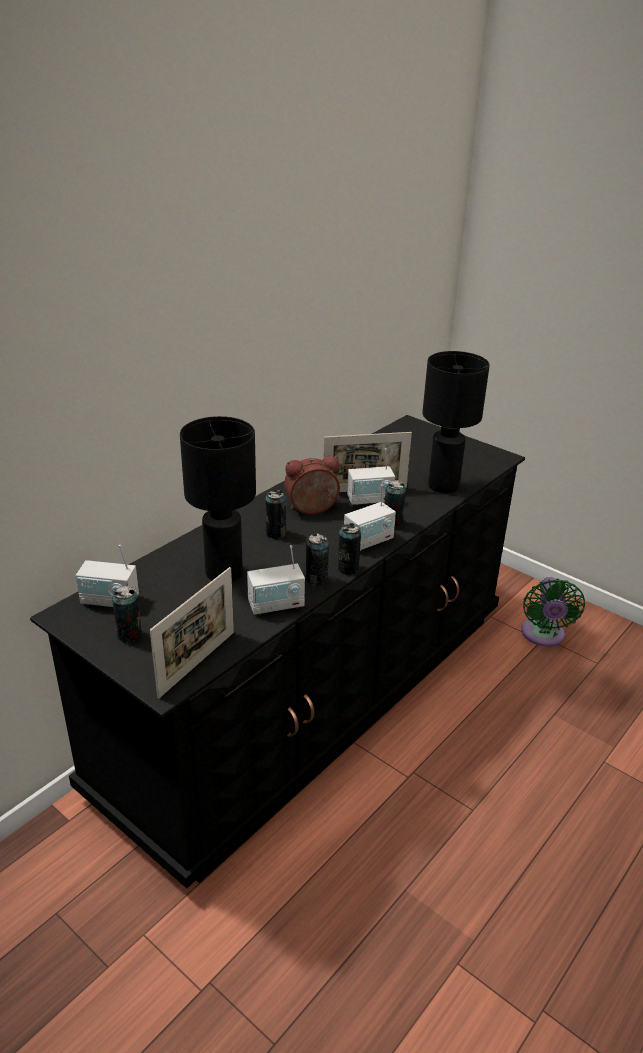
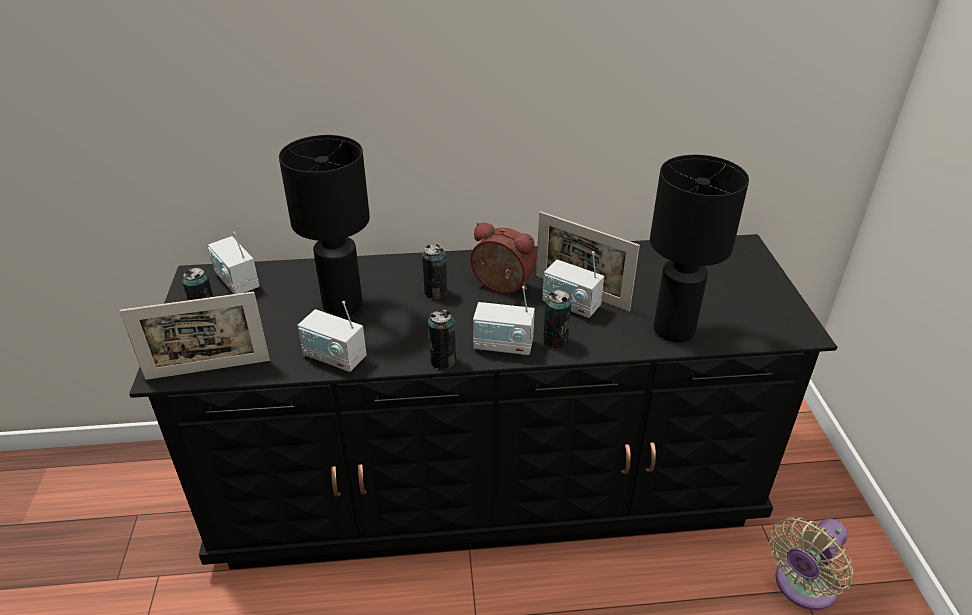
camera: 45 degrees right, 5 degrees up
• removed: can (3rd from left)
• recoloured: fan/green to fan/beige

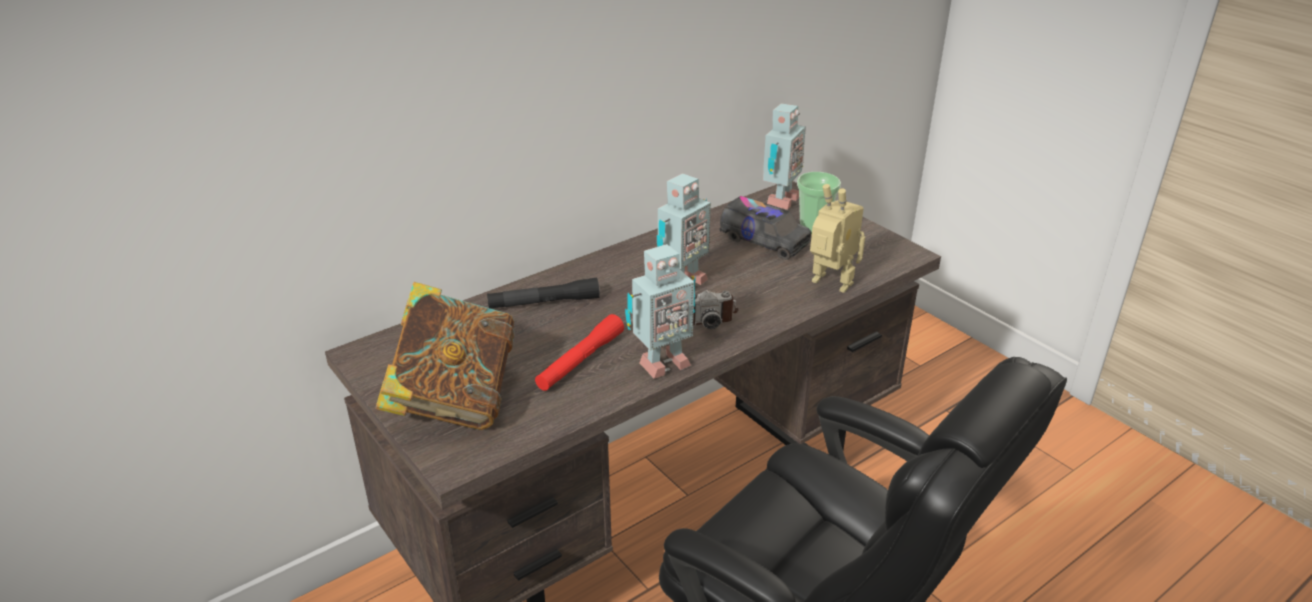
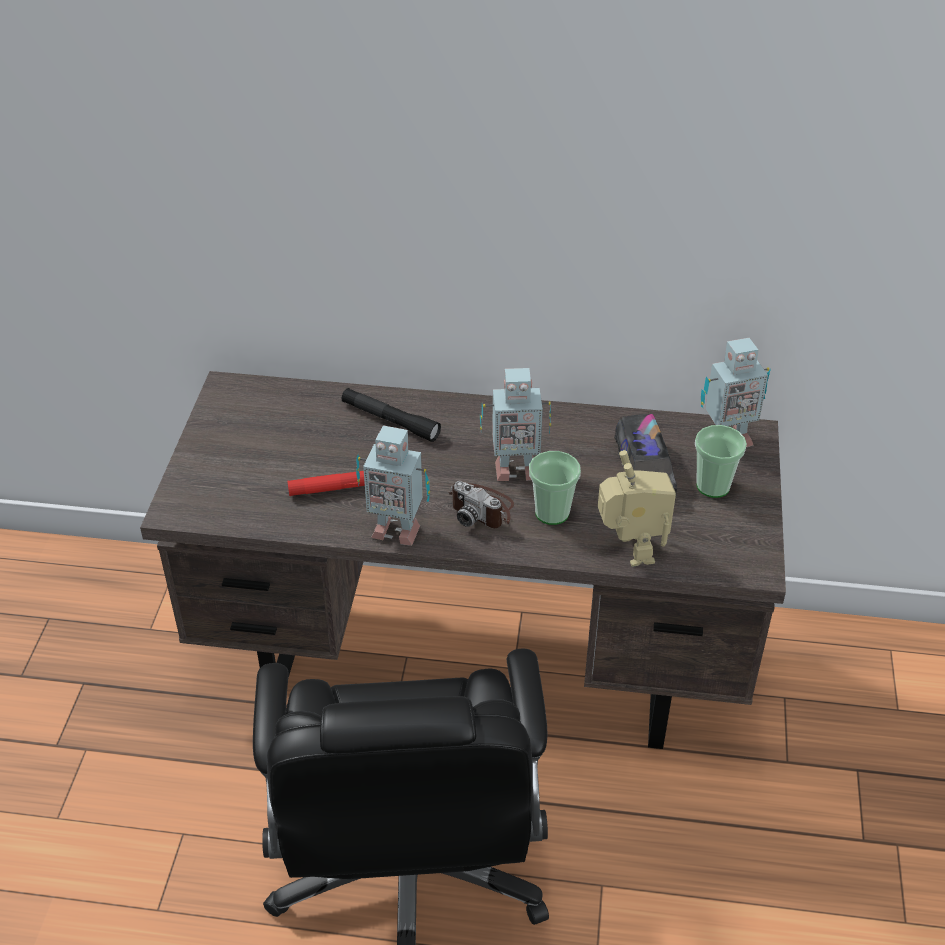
camera: 45 degrees right, 10 degrees up
• removed: book
• added: cup (1st from left)

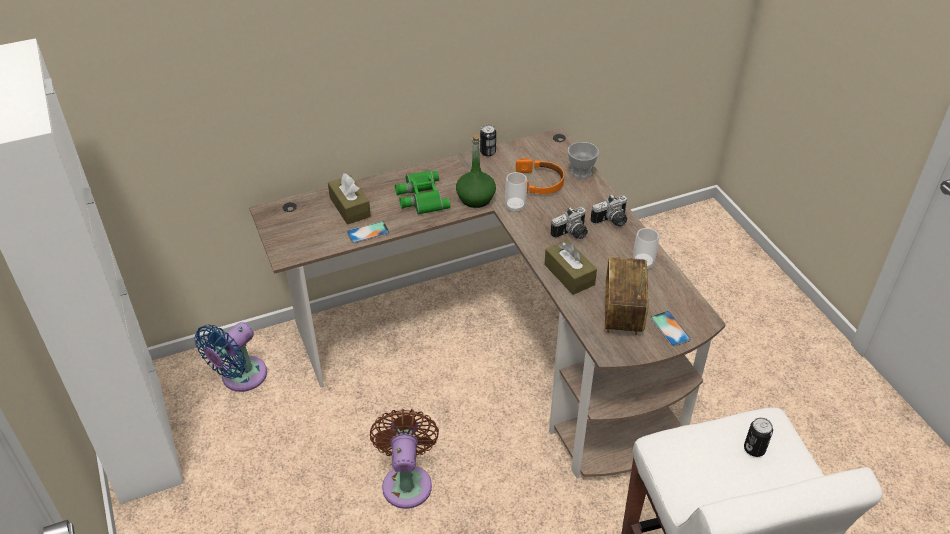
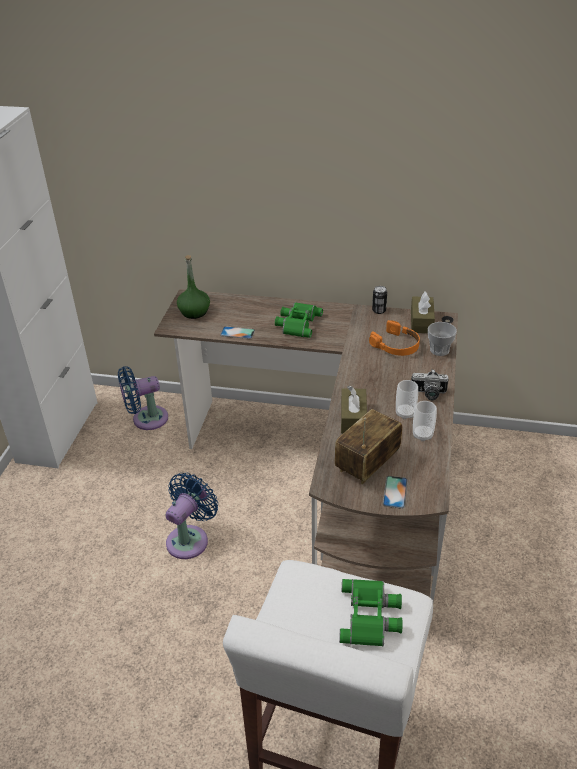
camera: 35 degrees right, 5 degrees down
• moved: tissue box/brown (1st from left in the first image) to tissue box/brown (2nd from left)
• recoloured: fan/brown to fan/blue (2nd from left)
• moved: bottle/green
• moved: cup (1st from left)
• removed: photo camera (1st from left)
• replaced: can (2nd from left) to binoculars/green (2nd from left)

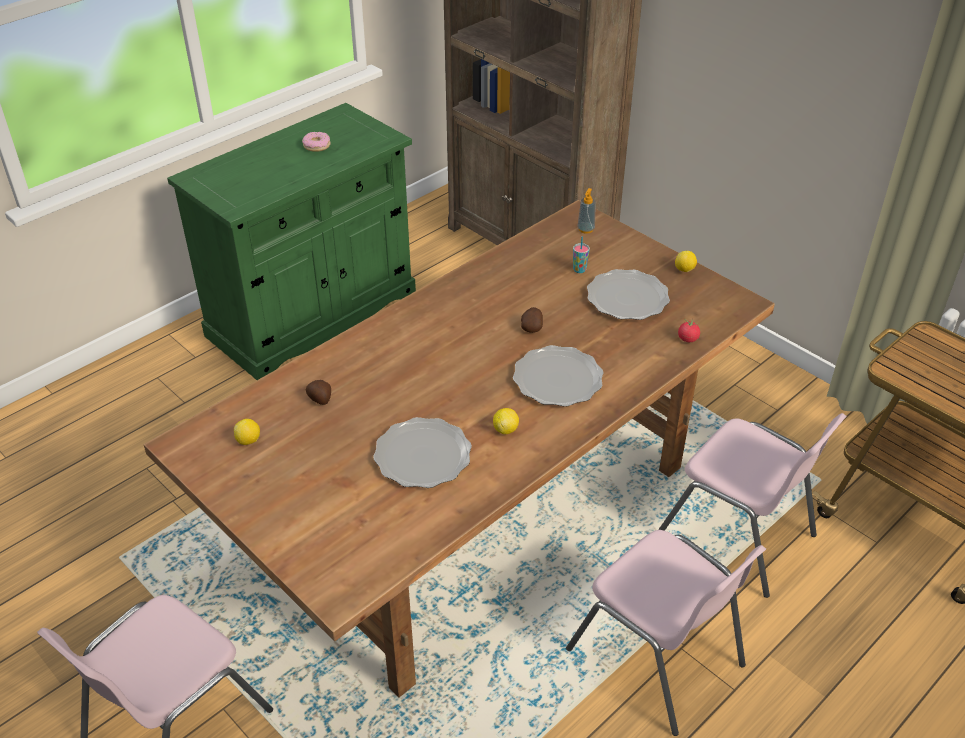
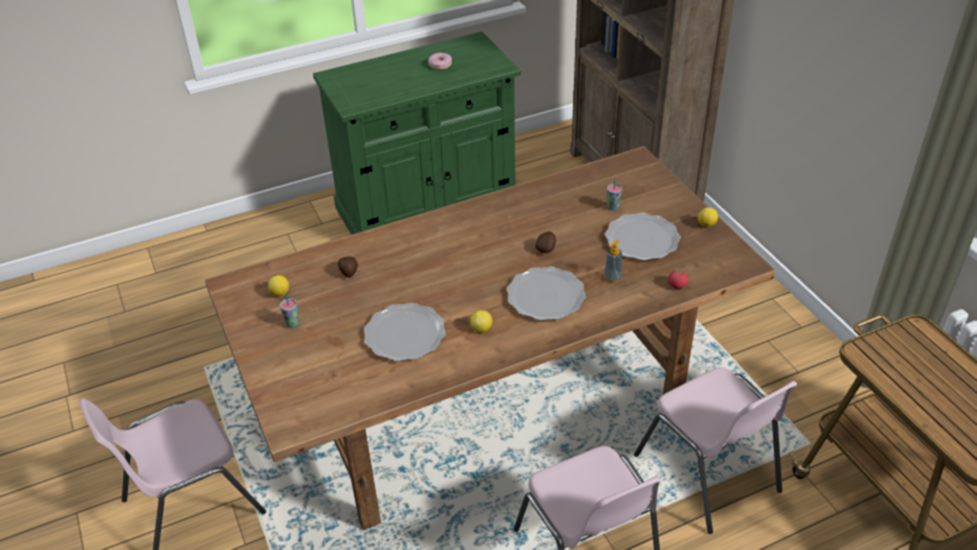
camera: 20 degrees right, 0 degrees up
• moved: soap dispenser
• added: cup (1st from left)

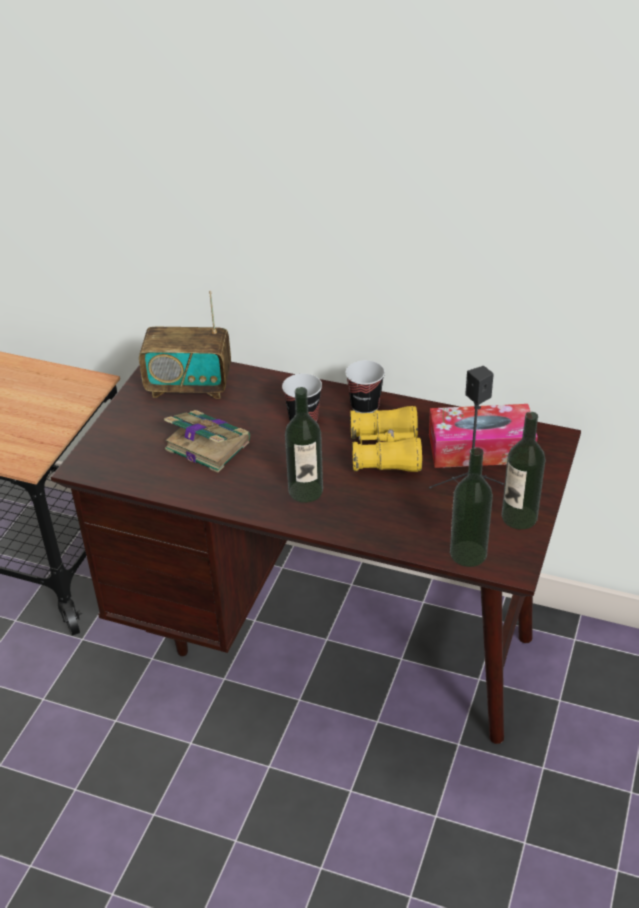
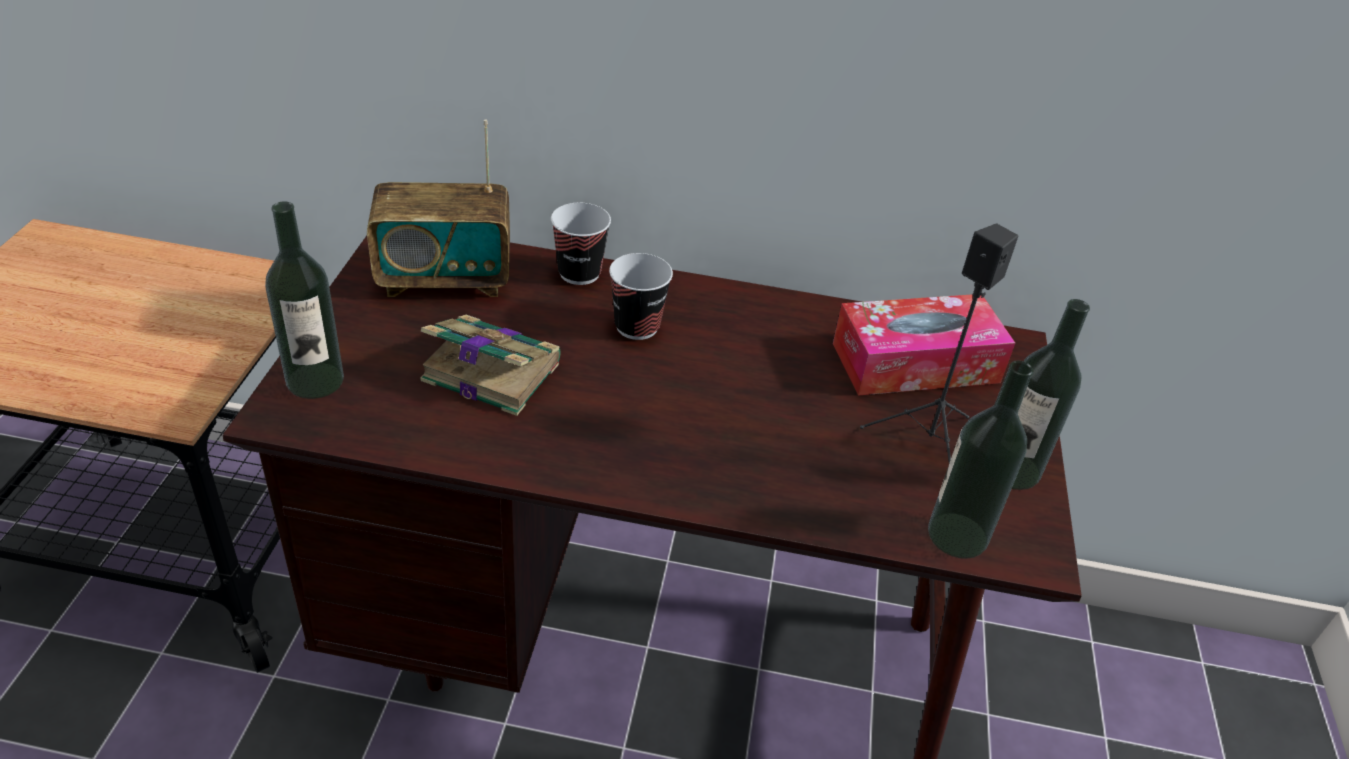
camera: 15 degrees left, 0 degrees up
• moved: bottle (1st from left)
• moved: cup (2nd from left in the first image) to cup (1st from left)
• removed: binoculars/yellow

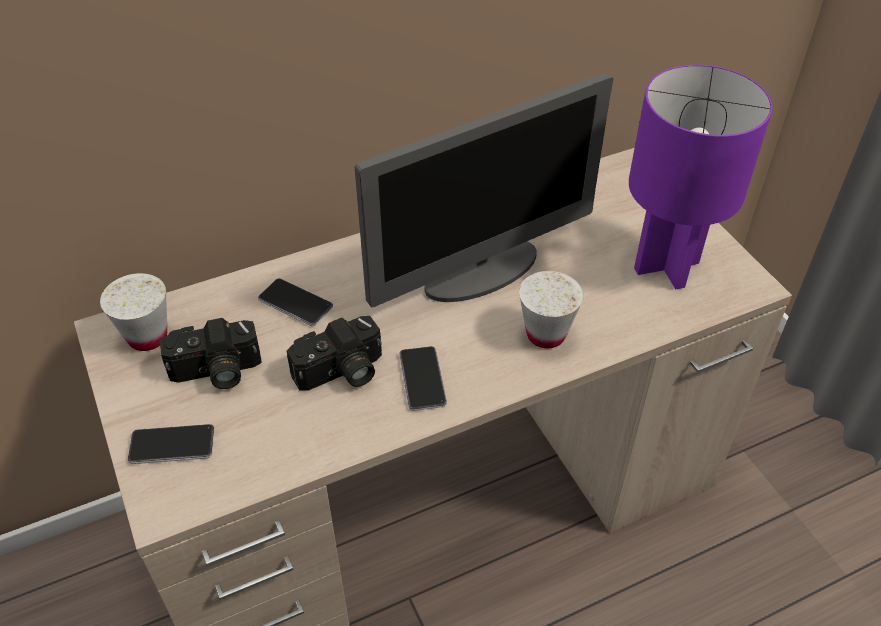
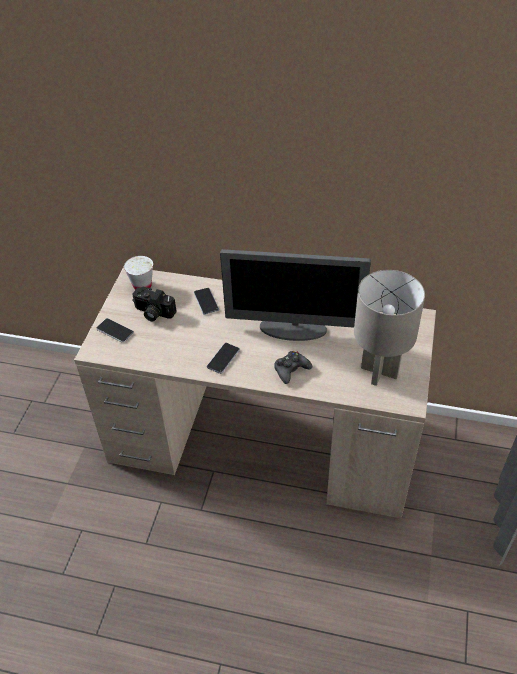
camera: 40 degrees right, 0 degrees up
• removed: photo camera (2nd from left)
• replaced: cup/white (2nd from left) to game controller/black
• recoloured: table lamp/purple to table lamp/grey

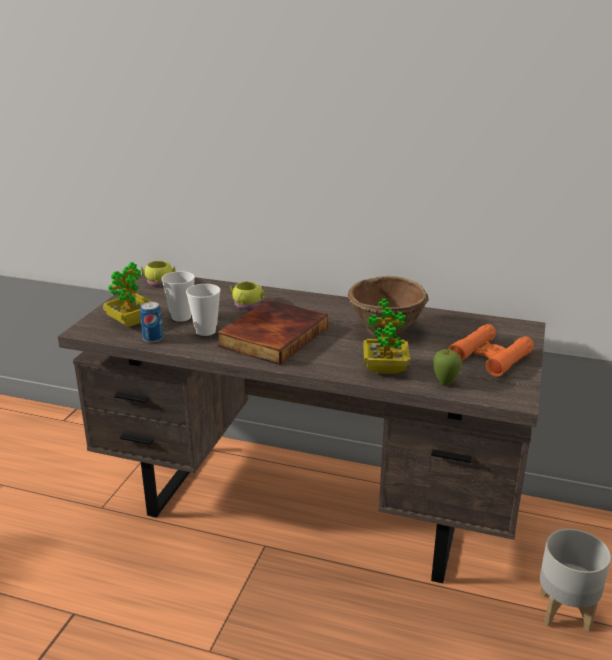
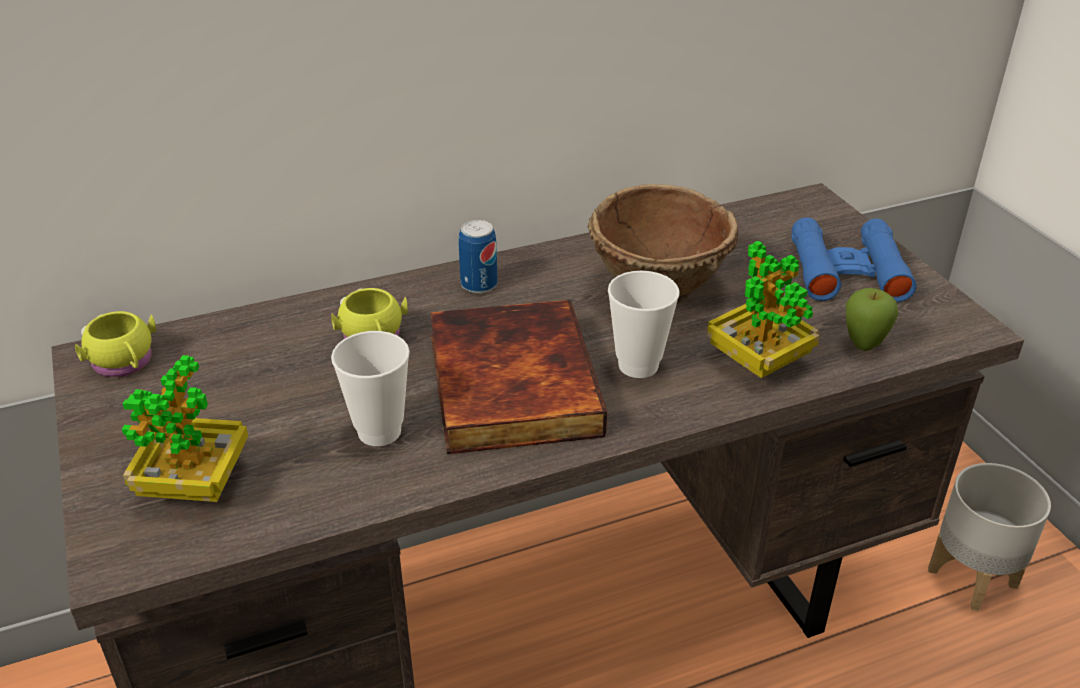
camera: 40 degrees left, 10 degrees up
• moved: can
• moved: cup (1st from left in the first image) to cup (2nd from left)
• recoloured: binoculars/orange to binoculars/blue

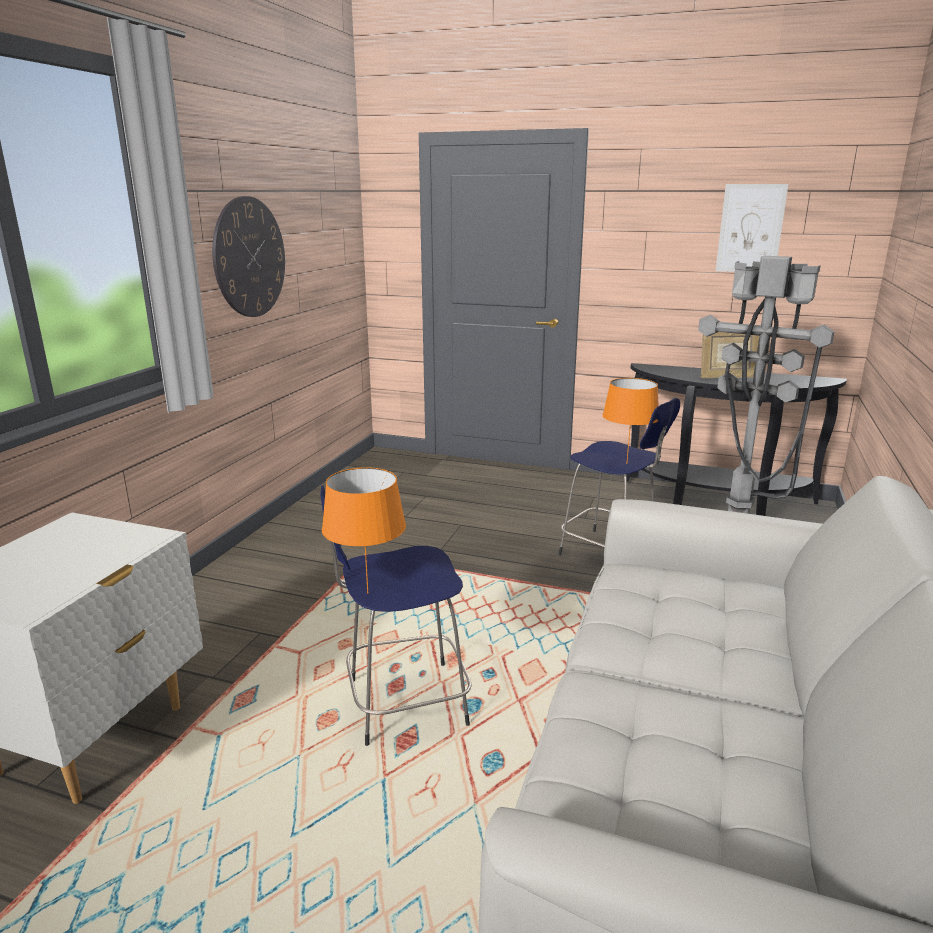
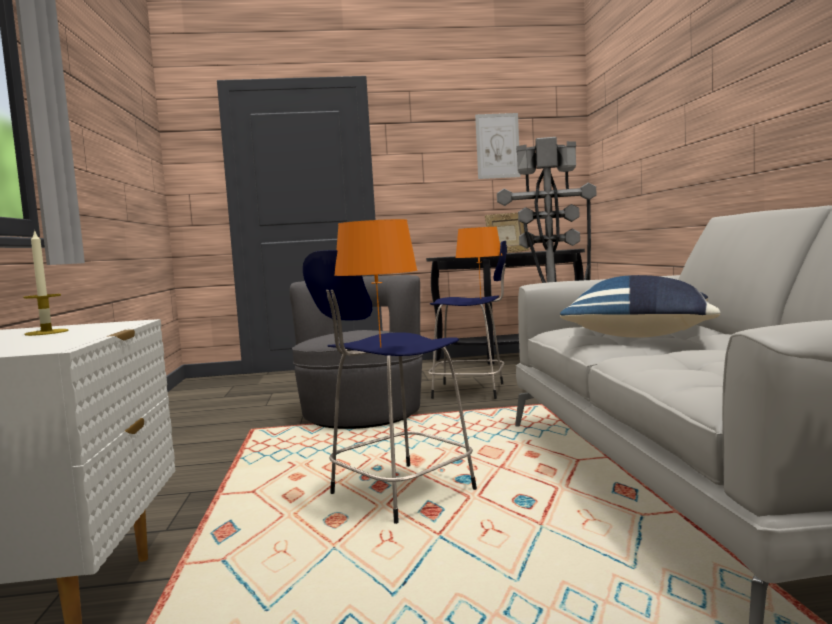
camera: 25 degrees left, 15 degrees down
• removed: wall clock
• added: candle
• added: armchair/grey
• added: pillow/blue

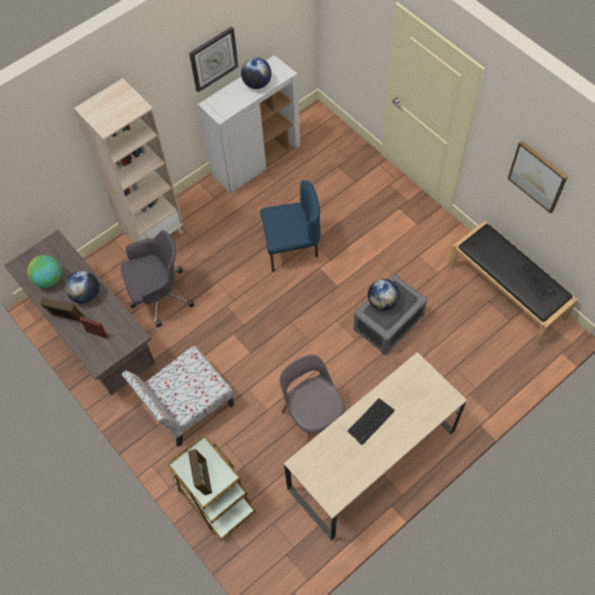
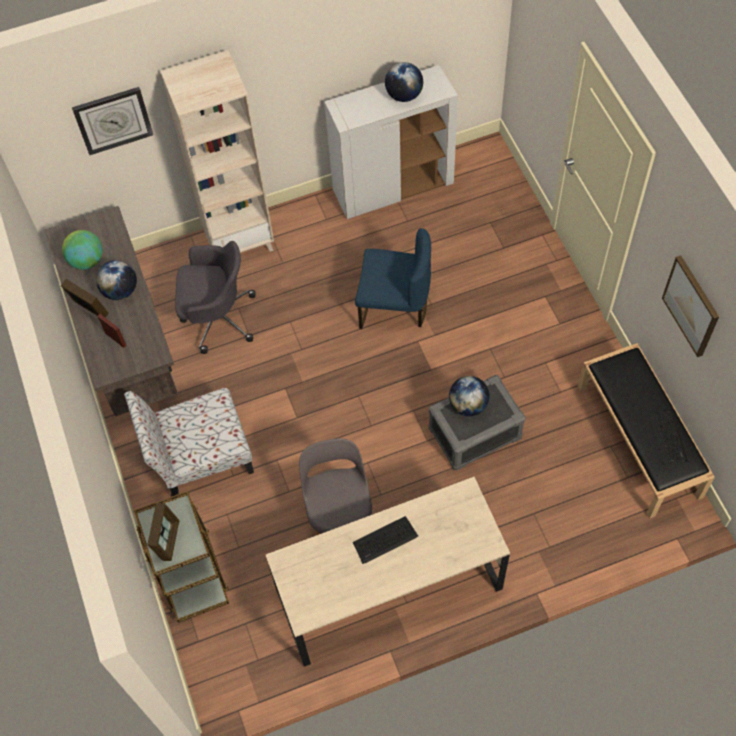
camera: 20 degrees right, 0 degrees up
• moved: wall clock

